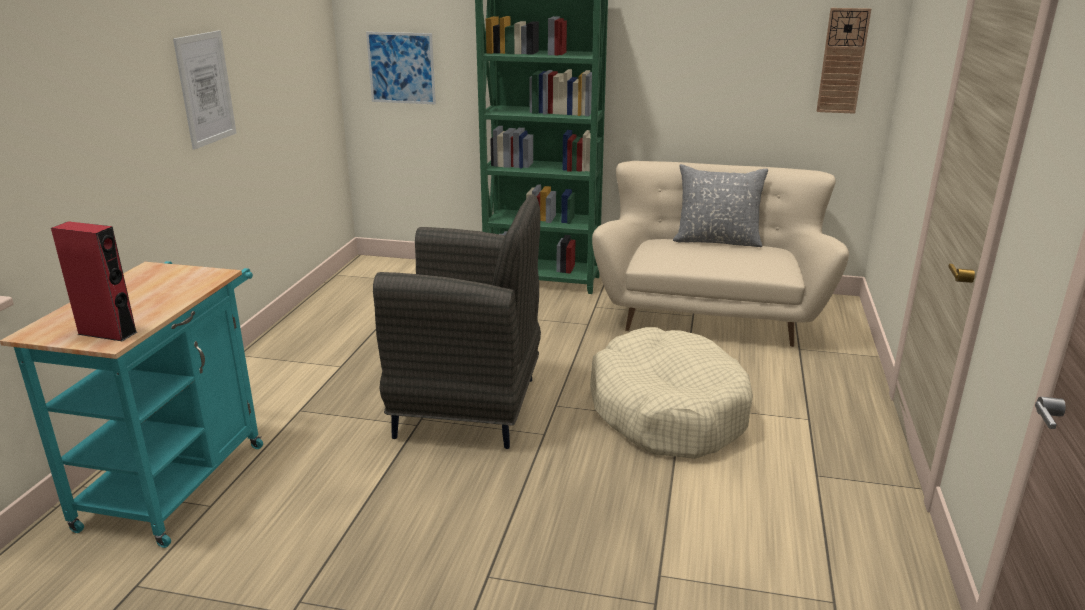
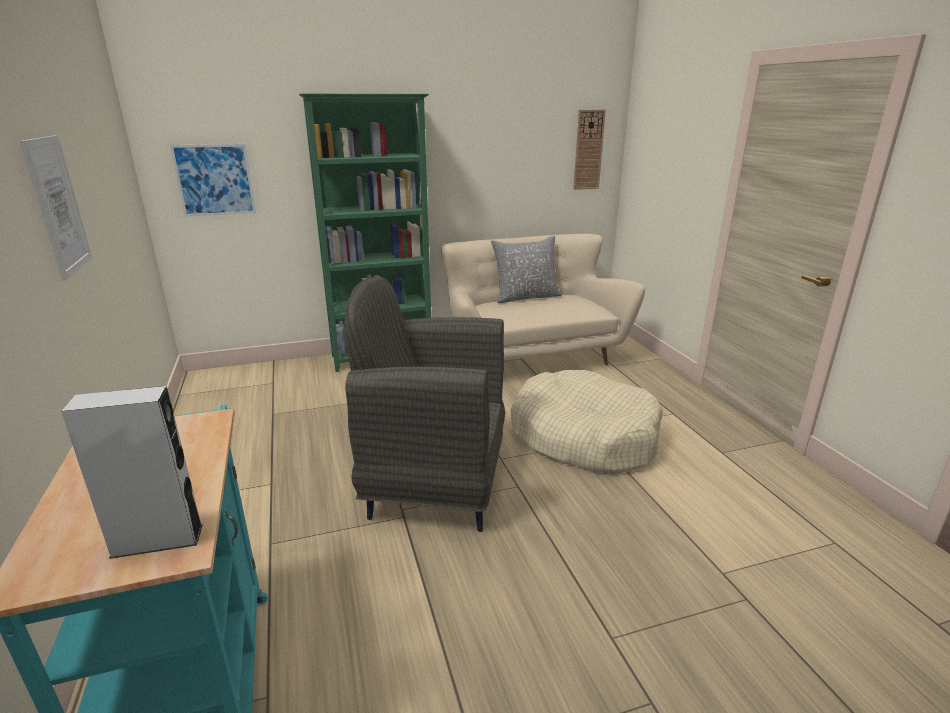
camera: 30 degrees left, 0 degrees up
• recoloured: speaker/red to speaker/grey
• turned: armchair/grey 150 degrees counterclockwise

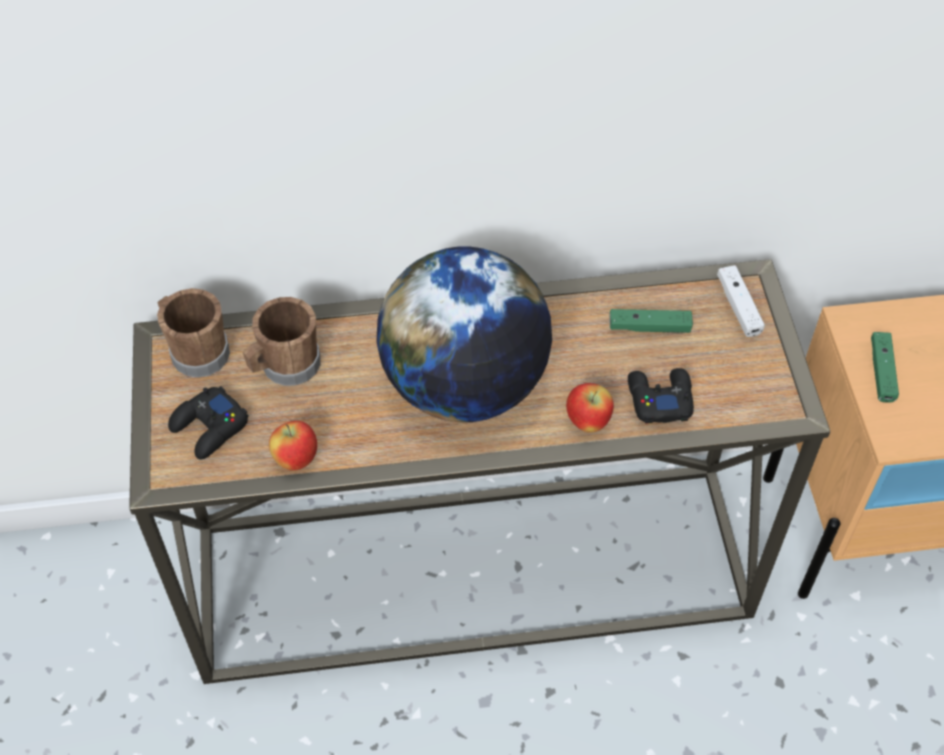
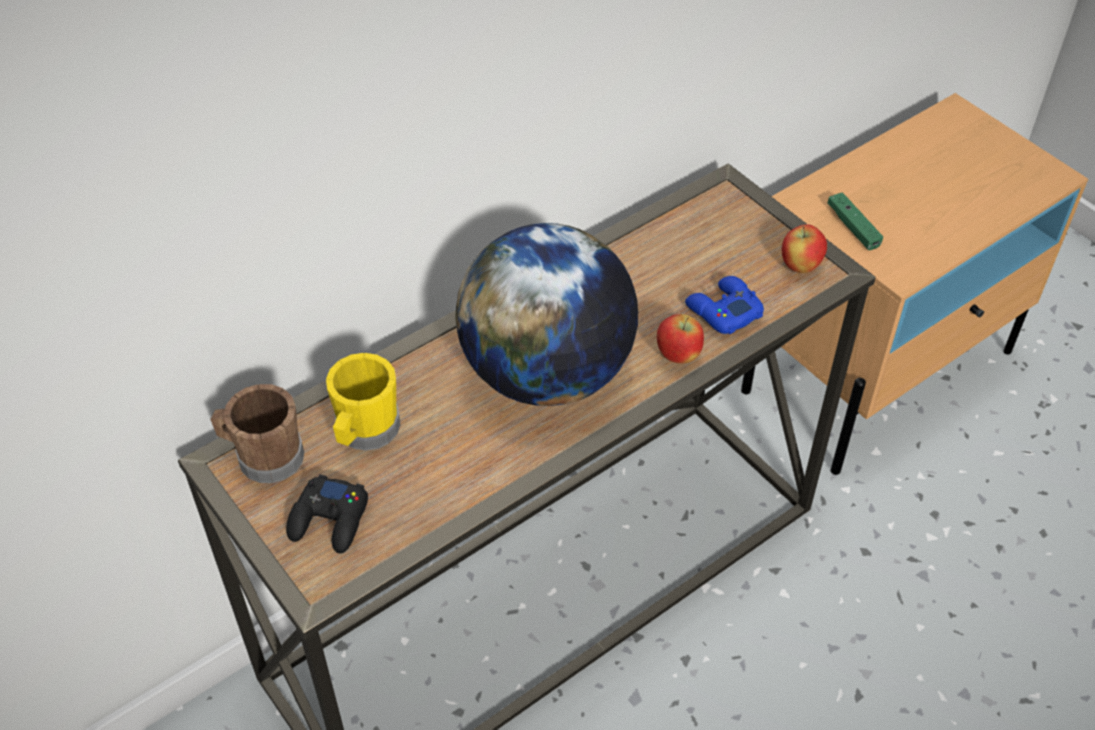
camera: 30 degrees left, 5 degrees down
• recoloured: mug/brown (2nd from left) to mug/yellow
• moved: apple (1st from left in the first image) to apple (2nd from left)
• removed: game controller/green (1st from left)
• recoloured: game controller/black (2nd from left) to game controller/blue
• removed: game controller/white

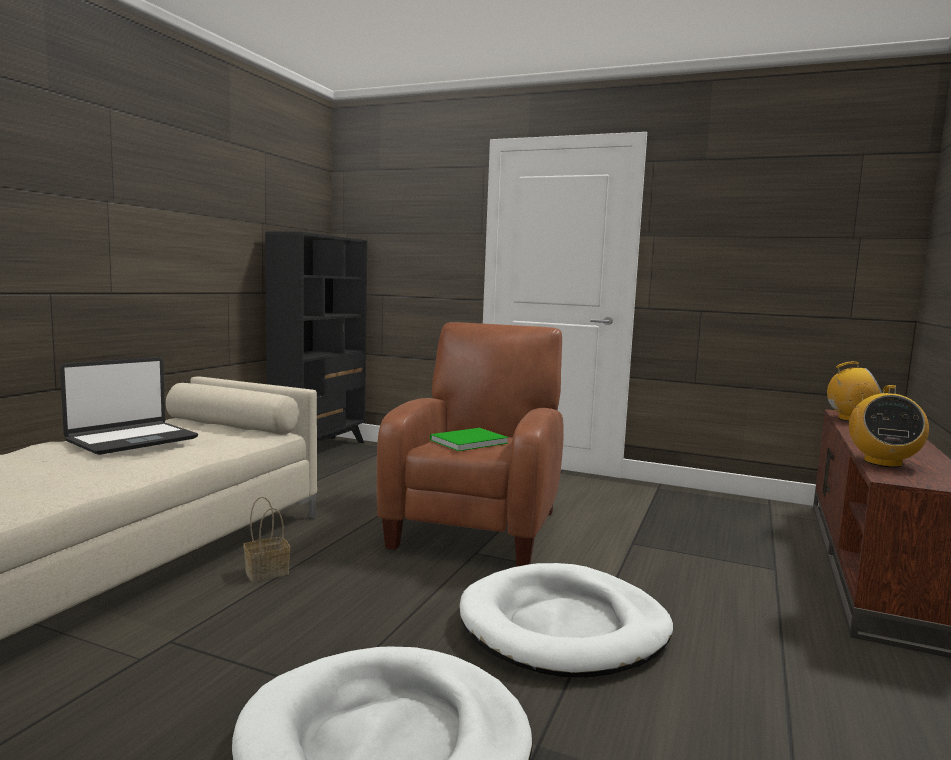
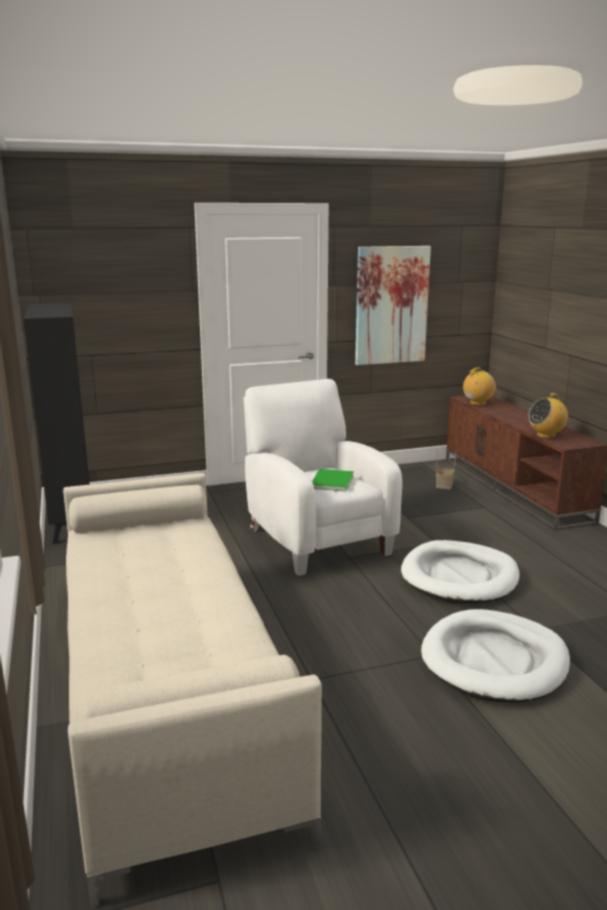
camera: 40 degrees left, 10 degrees up
• removed: laptop
• moved: basket
• recoloured: armchair/brown to armchair/white
• turned: radio (2nd from left) 90 degrees clockwise
• added: picture

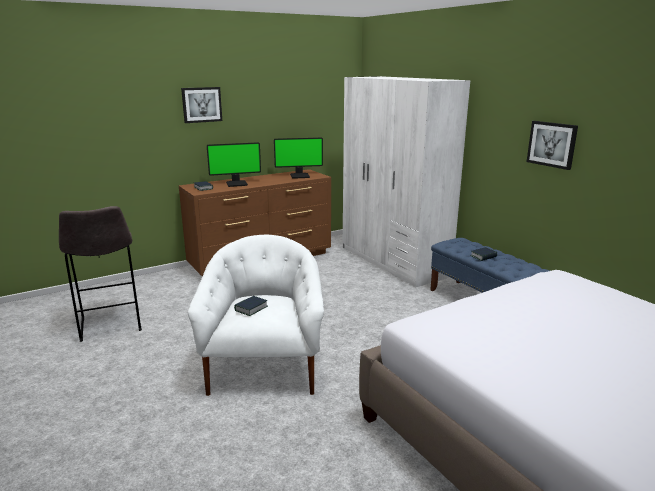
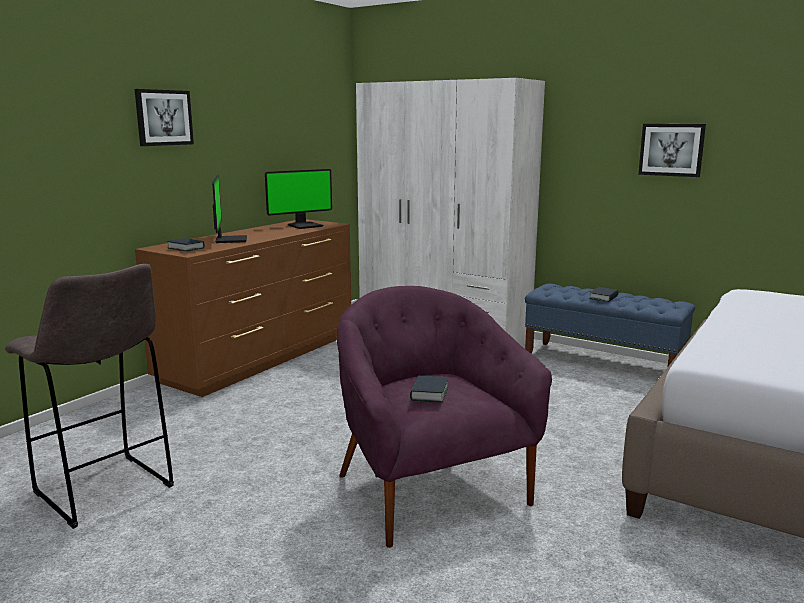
camera: 25 degrees left, 5 degrees down
• recoloured: armchair/white to armchair/purple
• turned: monitor (1st from left) 60 degrees counterclockwise

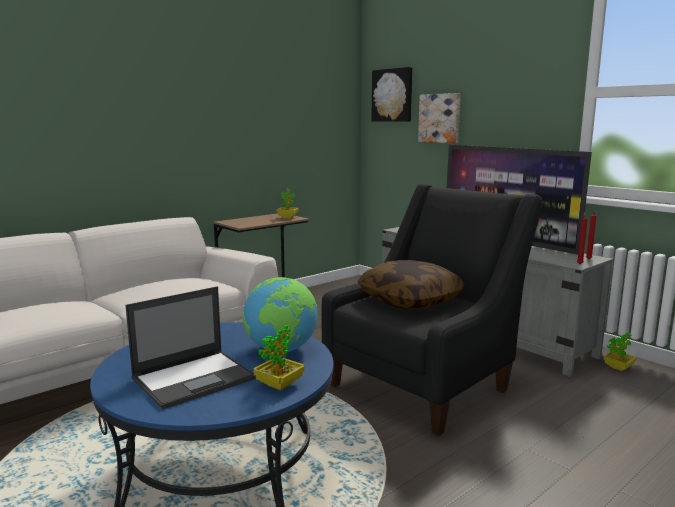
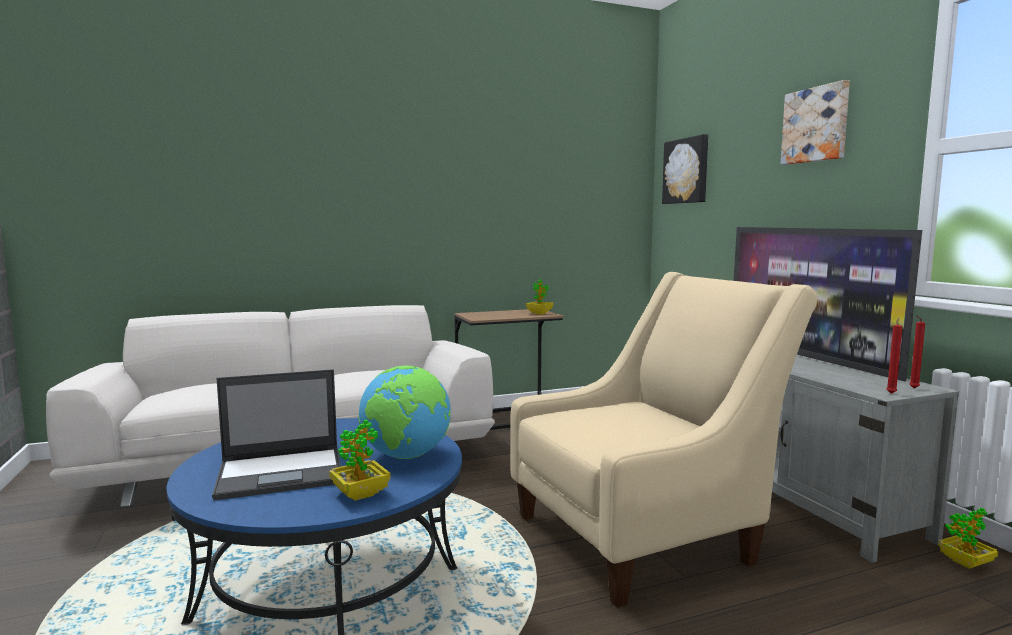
camera: 20 degrees right, 5 degrees down
• recoloured: armchair/black to armchair/beige
• removed: pillow
• moved: picture (2nd from left)

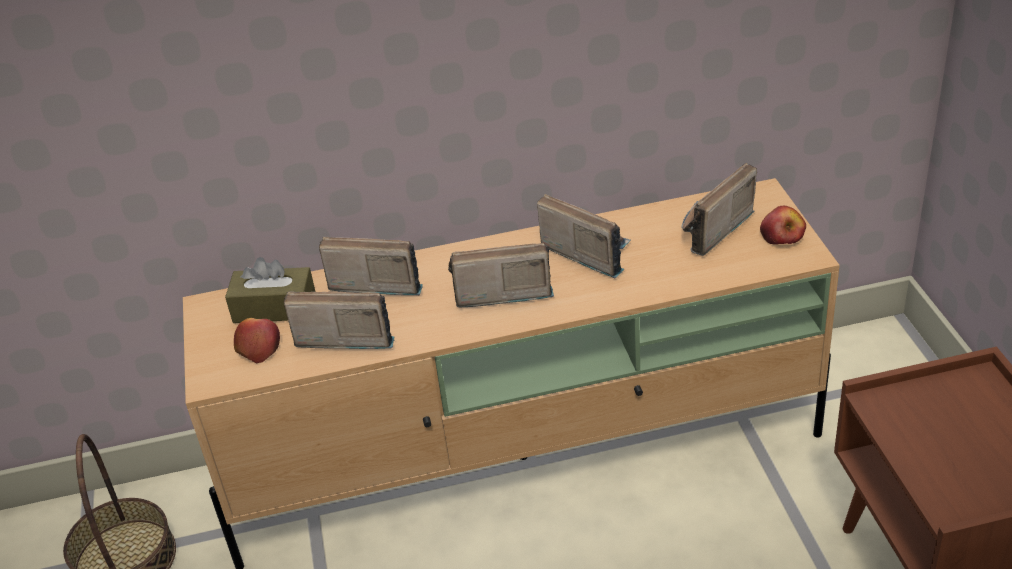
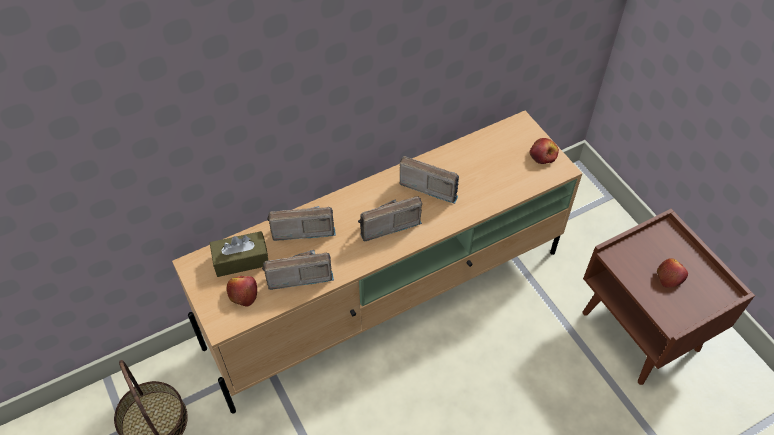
camera: 20 degrees left, 15 degrees up
• removed: radio (5th from left)
• added: apple (3rd from left)

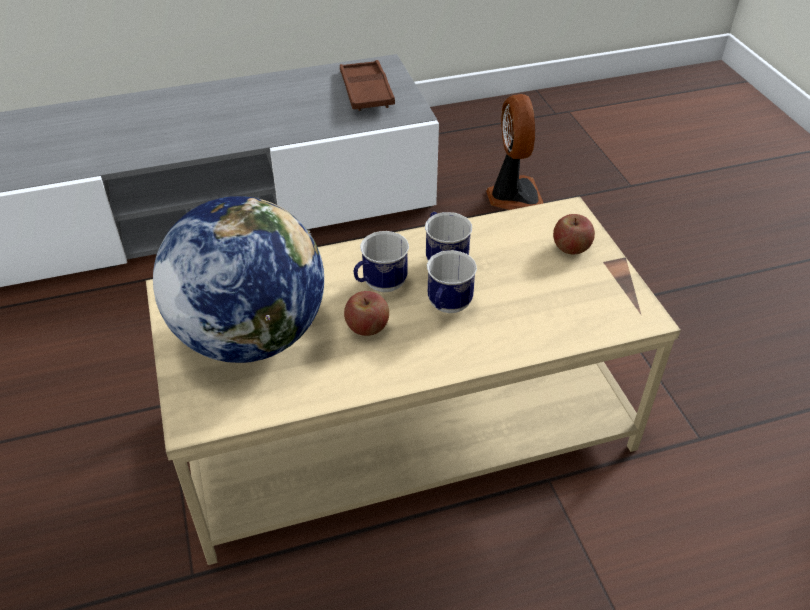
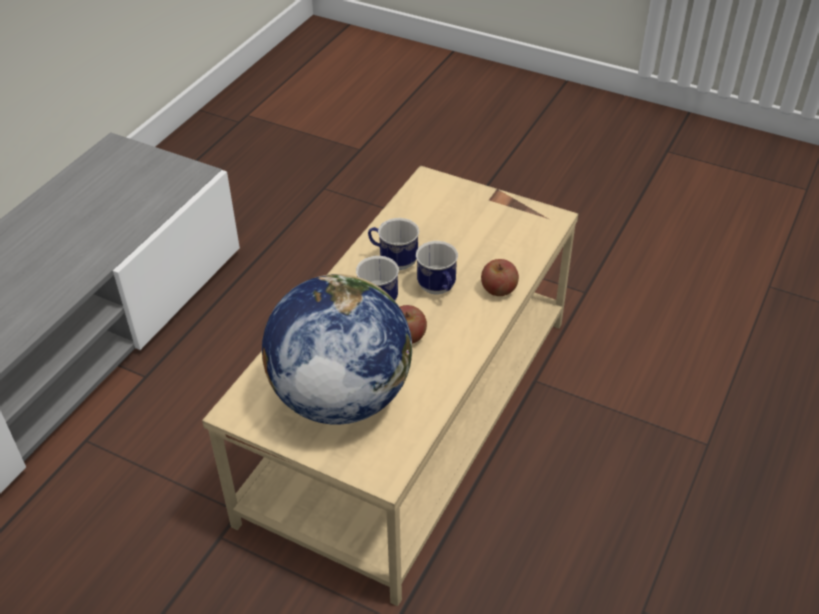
camera: 45 degrees left, 0 degrees up
• removed: tray/brown
• removed: fan
• moved: apple (2nd from left)

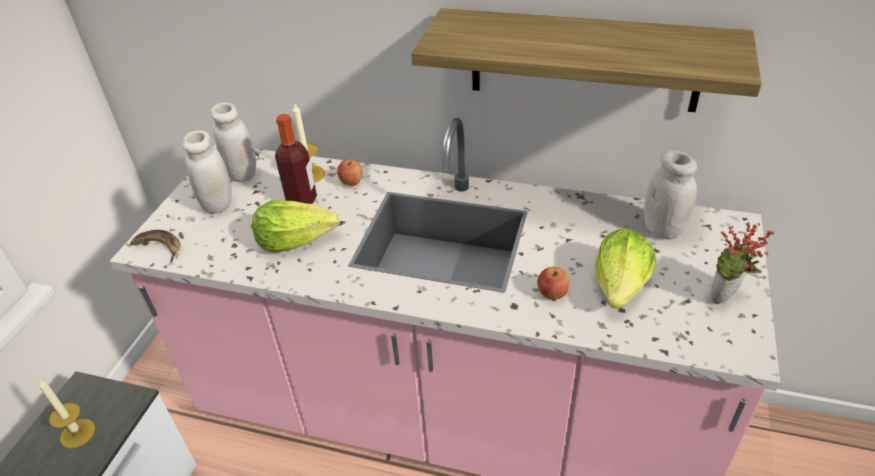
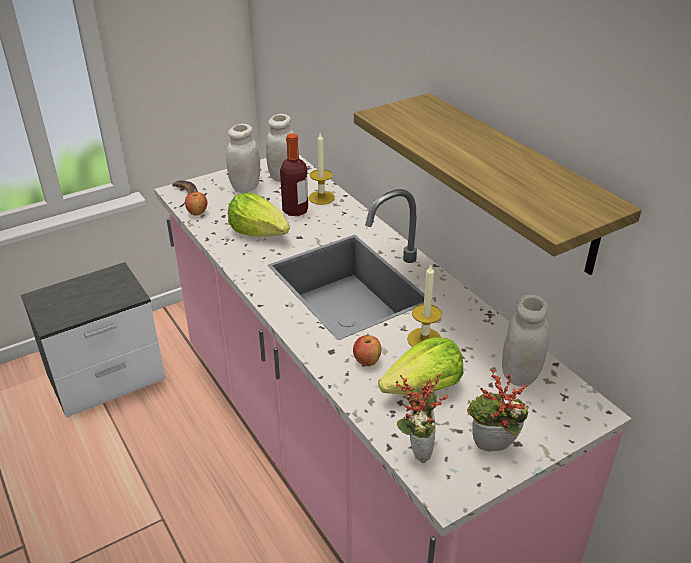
camera: 40 degrees right, 5 degrees down
• moved: candle (1st from left in the first image) to candle (2nd from left)
• moved: apple (1st from left)
• added: potted plant (1st from left)

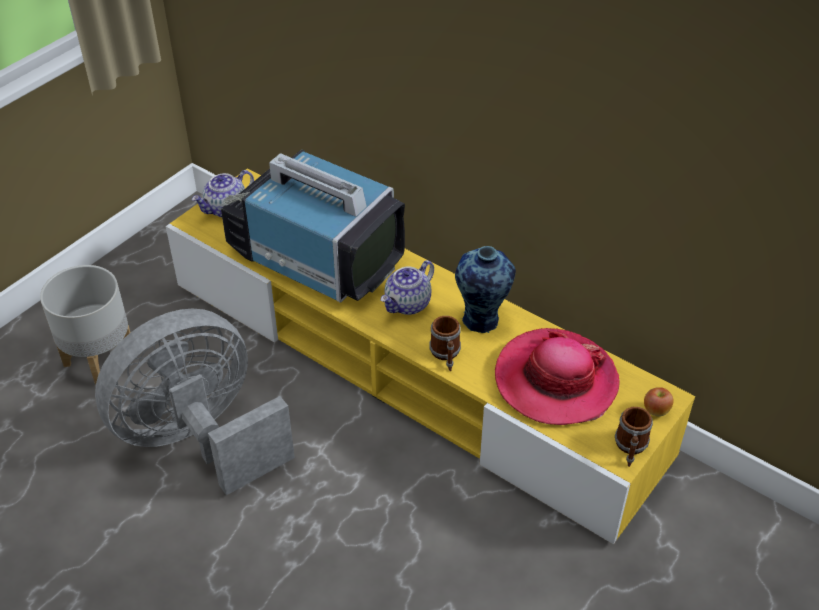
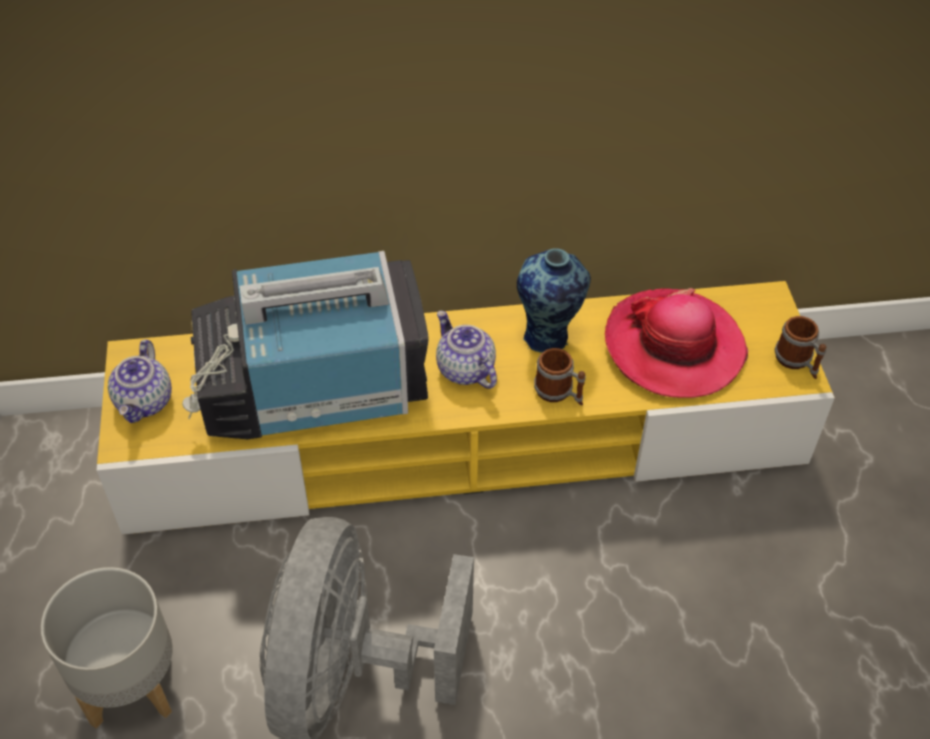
camera: 45 degrees left, 5 degrees up
• turned: teapot (2nd from left) 150 degrees clockwise
• removed: apple

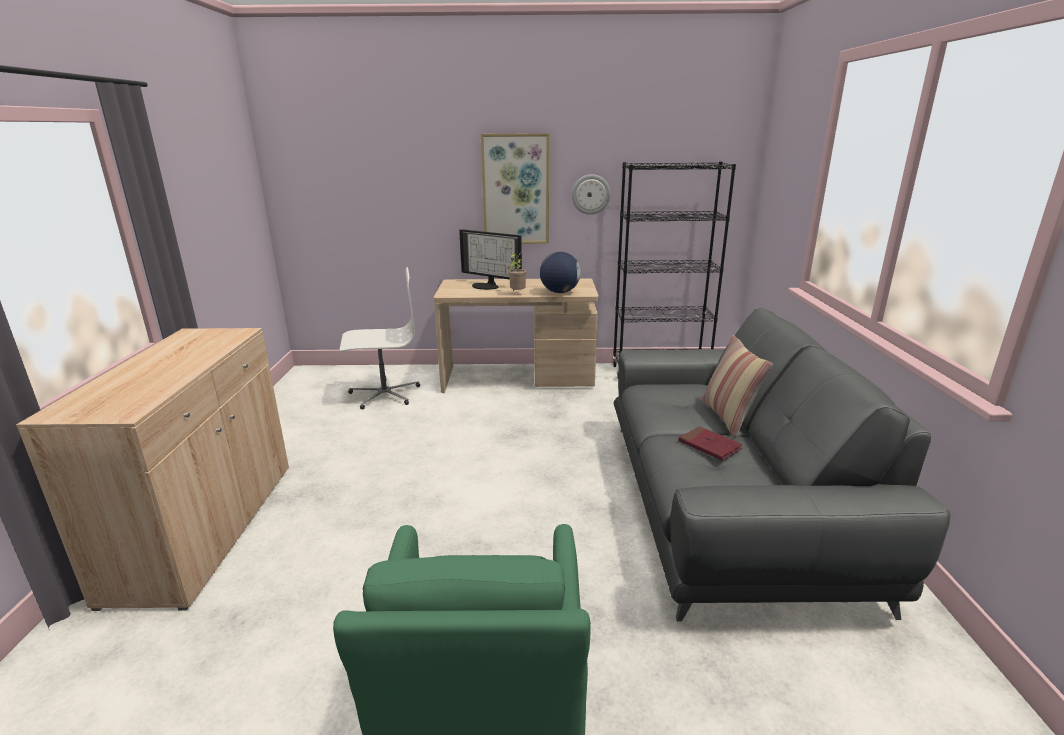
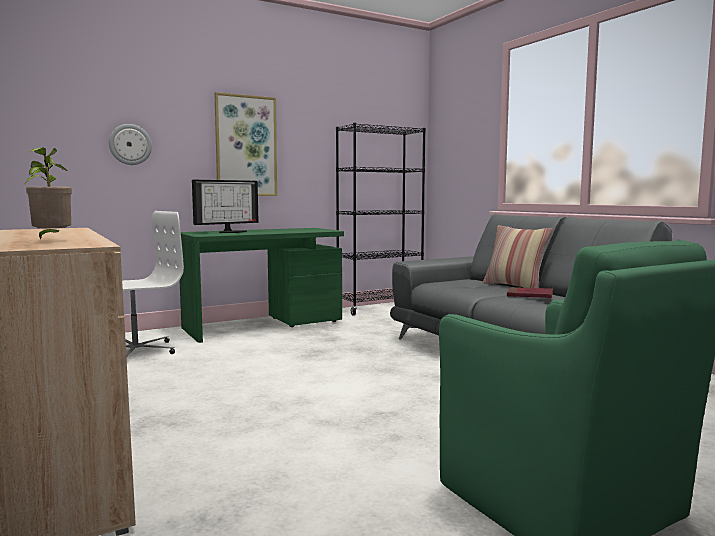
camera: 30 degrees left, 15 degrees down
• recoloured: desk/beige to desk/green
• turned: monitor 45 degrees counterclockwise
• moved: potted plant
• removed: globe
• moved: wall clock

